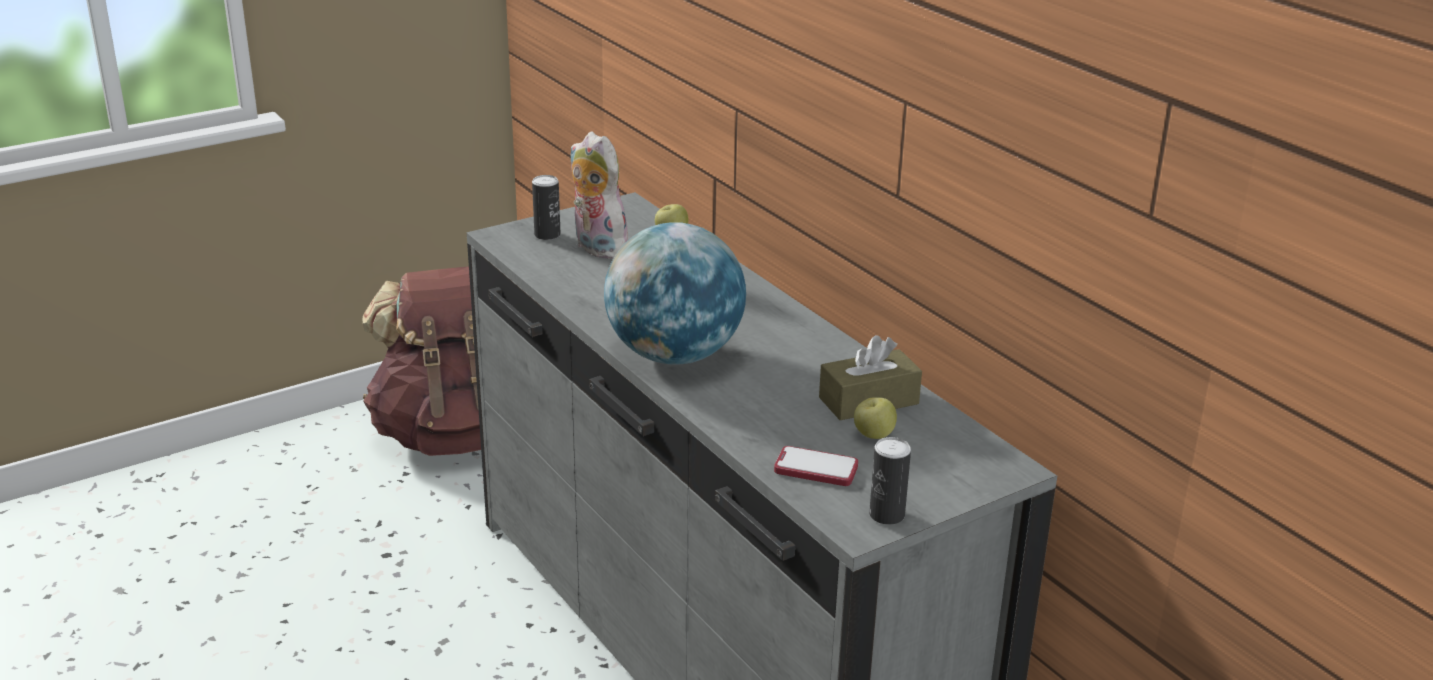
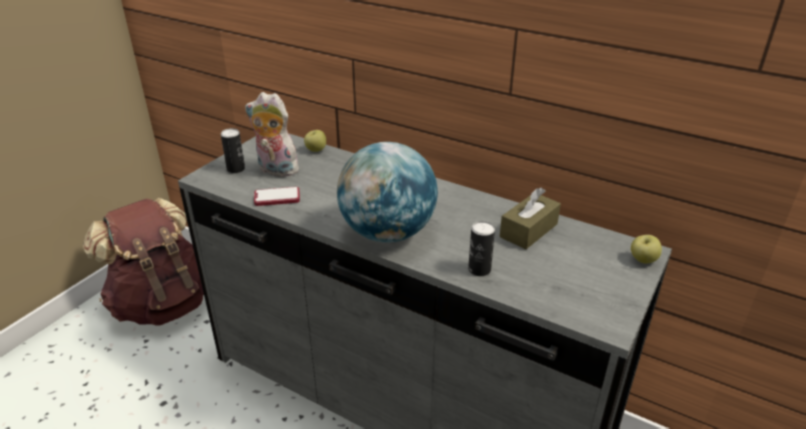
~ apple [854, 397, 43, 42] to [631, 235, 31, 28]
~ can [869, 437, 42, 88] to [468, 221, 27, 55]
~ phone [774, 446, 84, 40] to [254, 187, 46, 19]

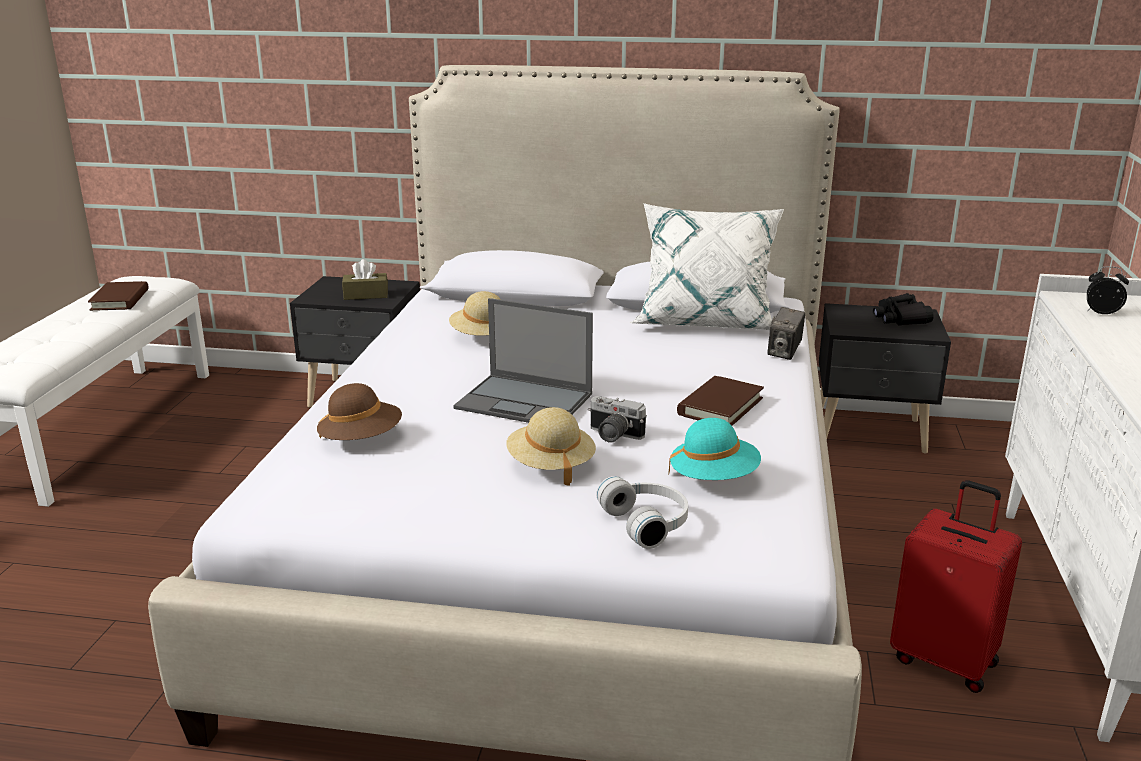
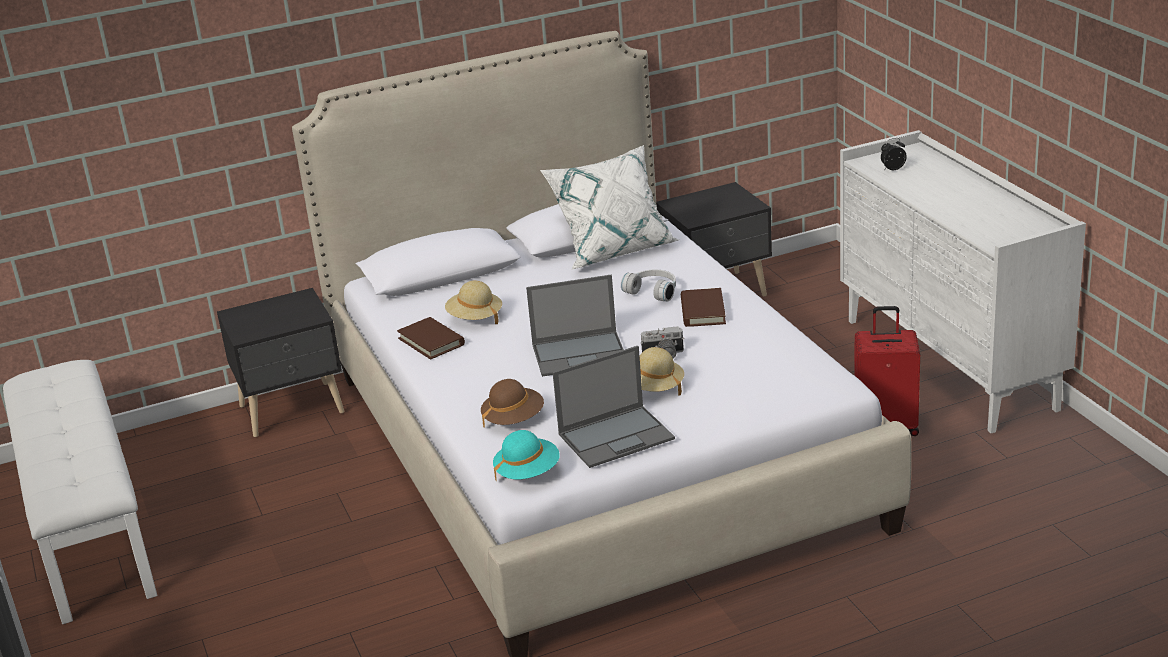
- tissue box (brown) [342, 259, 46, 41]
~ book (brown) [88, 281, 60, 30] to [397, 317, 68, 43]
- binoculars (black) [873, 293, 61, 33]
- photo camera [767, 307, 38, 53]
~ hat (turquoise) [669, 418, 92, 62] to [493, 430, 67, 51]
~ headphones (white) [596, 476, 92, 73] to [621, 270, 55, 31]
+ laptop [552, 346, 123, 122]

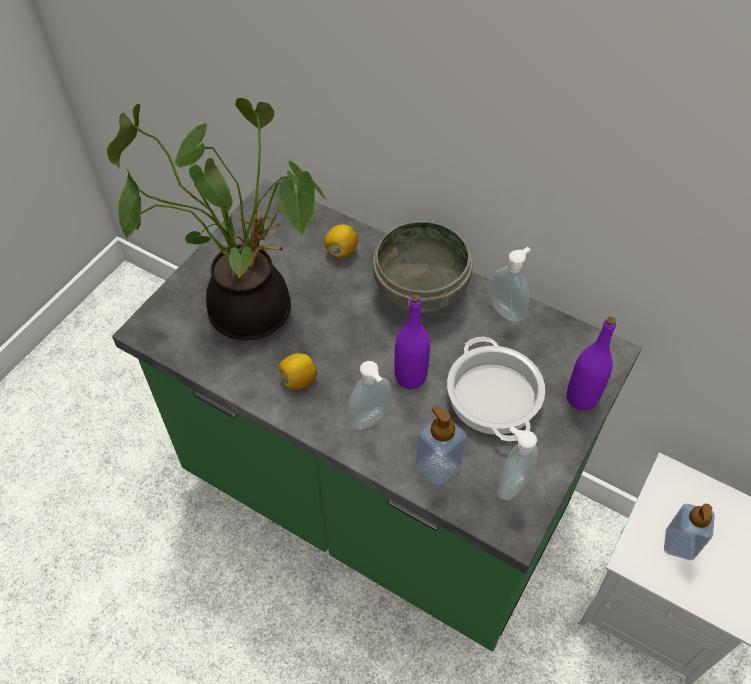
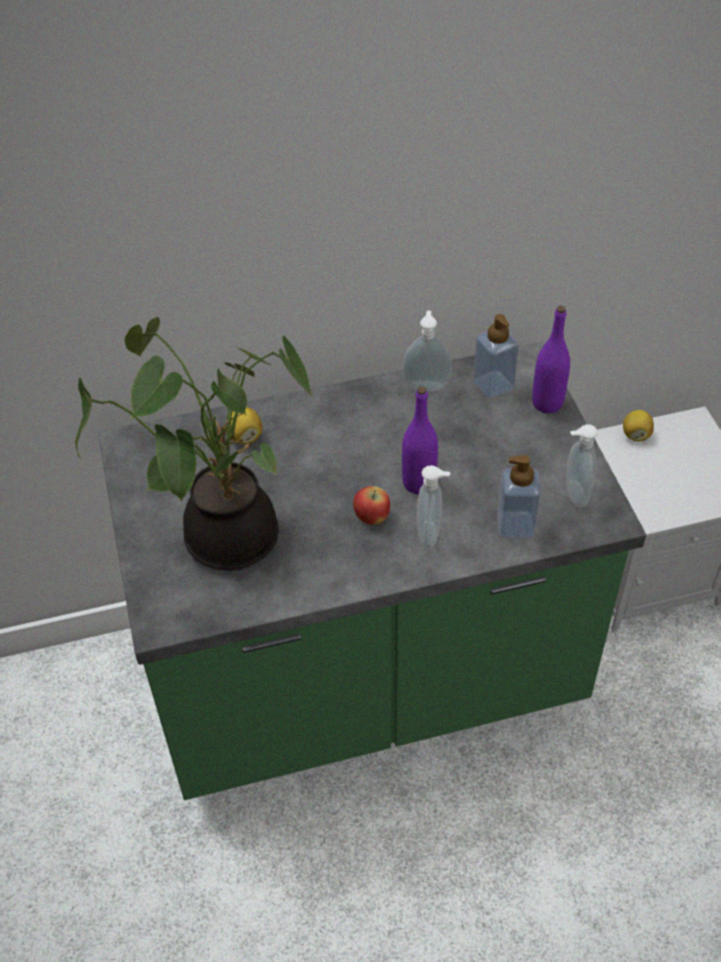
- bowl (grey) [373, 219, 100, 95]
- cooking pot [447, 336, 98, 105]
~ lemon [279, 353, 38, 36] to [623, 410, 31, 32]
~ soap dispenser [664, 504, 51, 56] to [473, 314, 46, 84]
+ apple [353, 486, 37, 39]

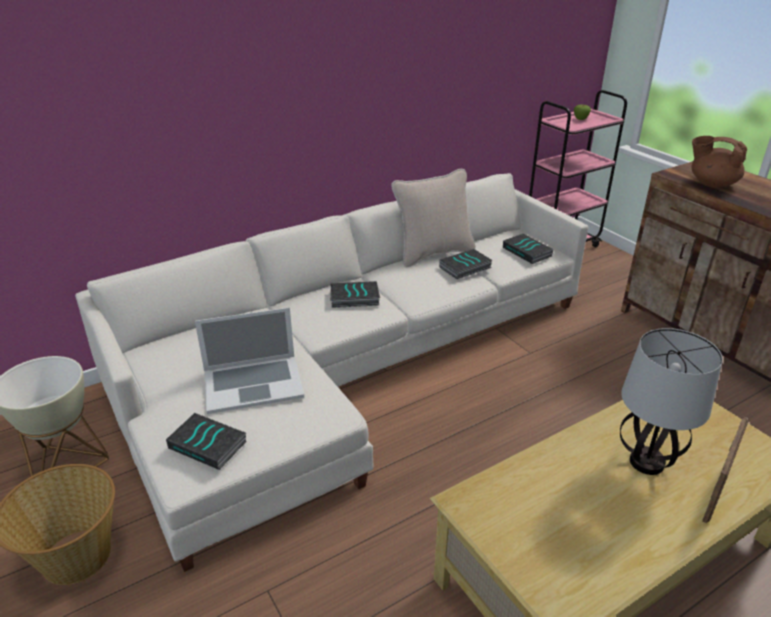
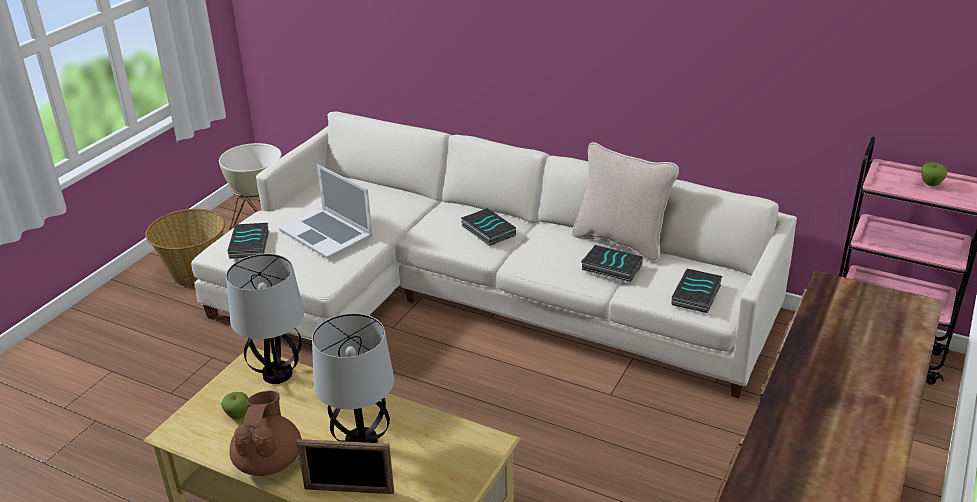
~ teapot (brown) [691, 136, 56, 52] to [229, 390, 72, 86]
+ table lamp [226, 254, 78, 130]
+ apple [221, 392, 28, 27]

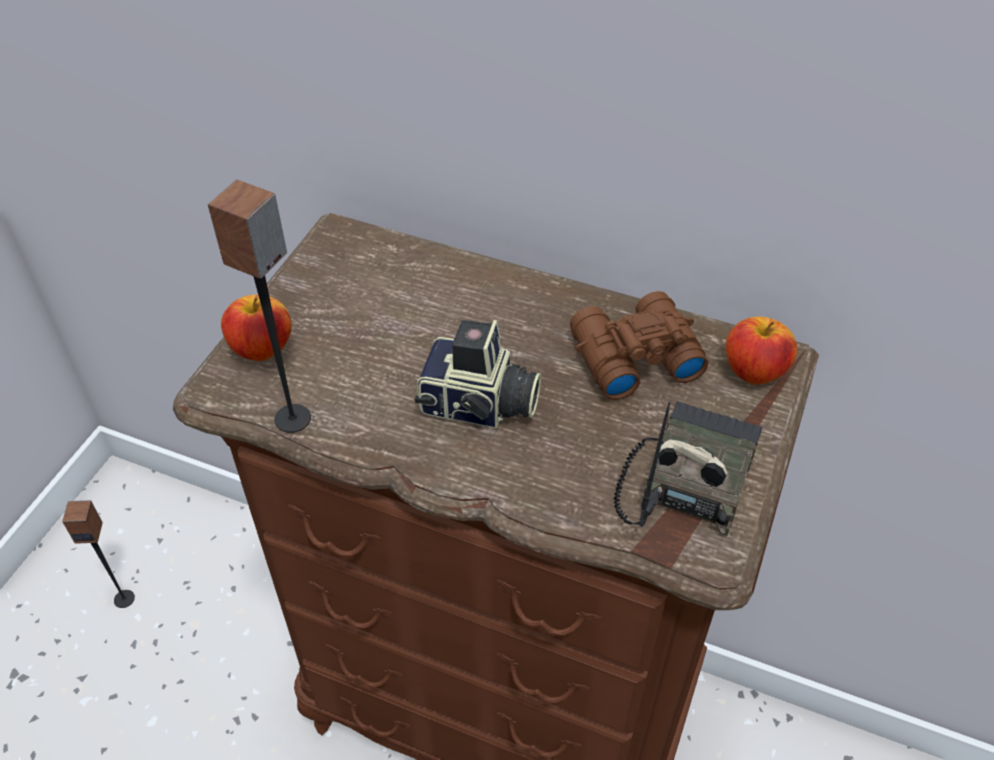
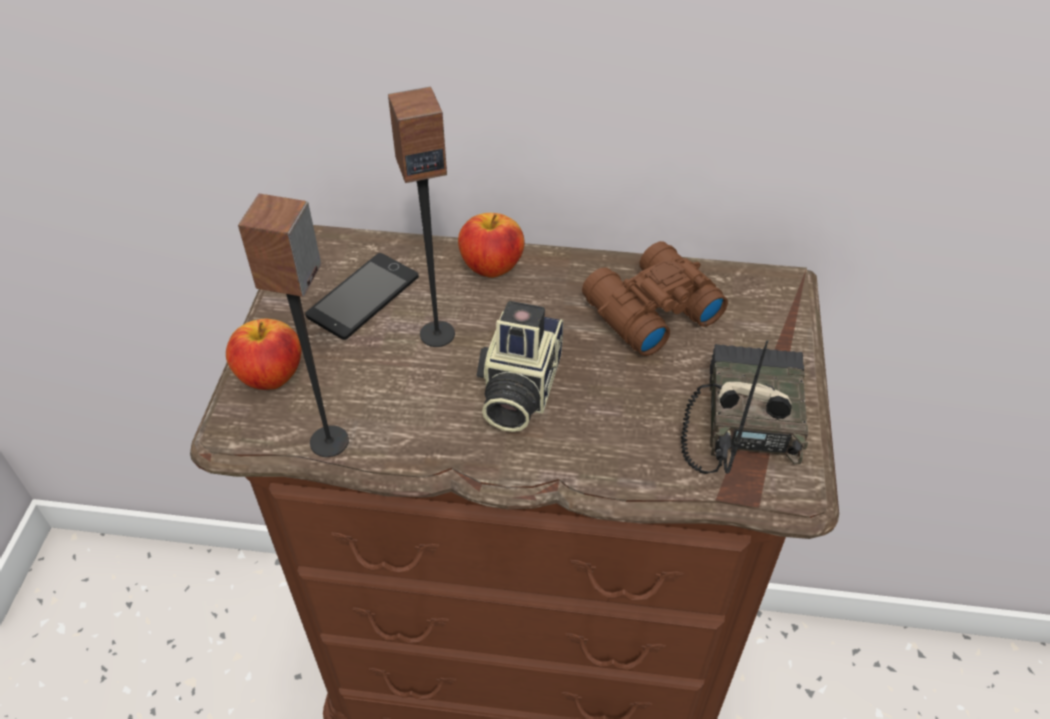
~ apple [726, 317, 71, 68] to [458, 213, 67, 65]
~ photo camera [415, 320, 126, 108] = [477, 301, 86, 131] 105 degrees clockwise
~ speaker [62, 500, 73, 108] to [388, 87, 67, 260]
+ phone [305, 253, 114, 87]

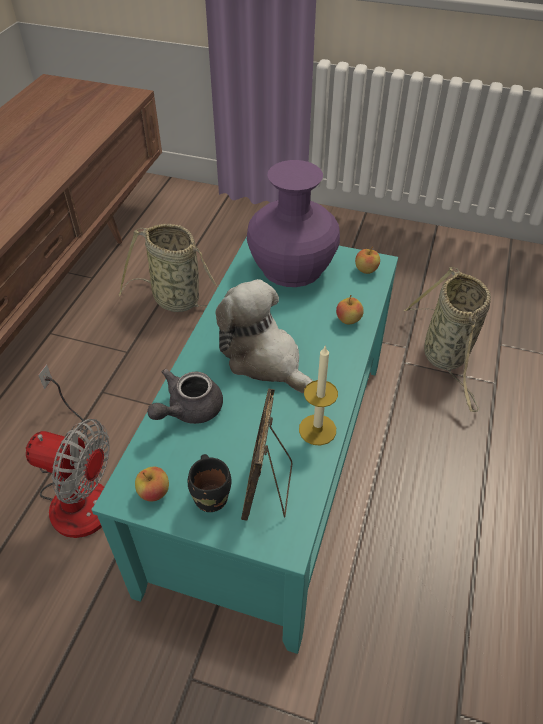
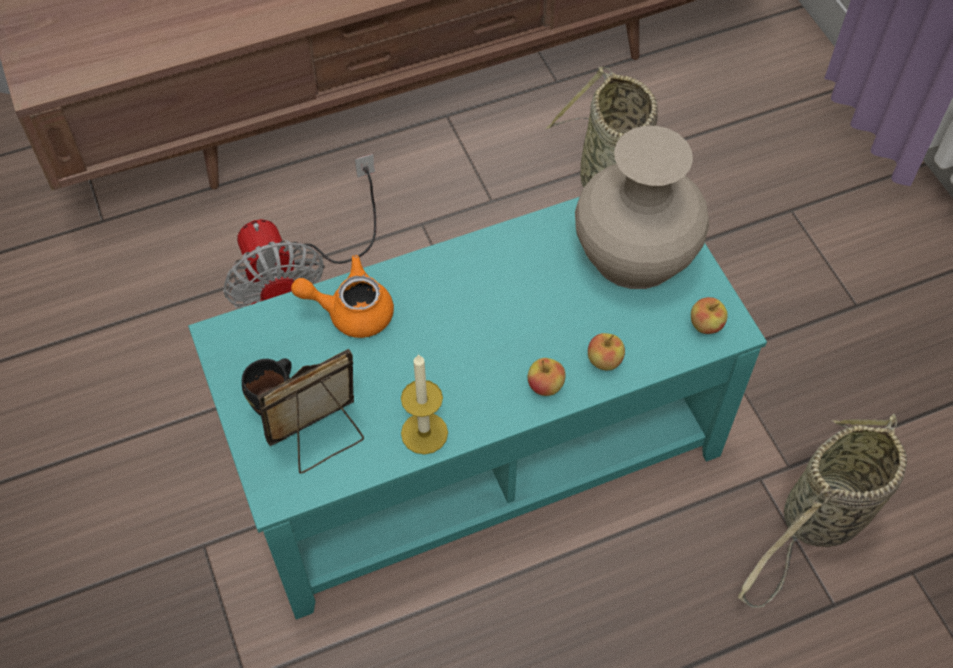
~ vase (purple) [247, 160, 93, 127] to vase (beige) [575, 126, 134, 163]
- plush toy [215, 279, 98, 114]
~ teapot (grey) [147, 369, 76, 55] to teapot (orange) [291, 255, 103, 83]
~ apple [135, 467, 34, 34] to [528, 358, 38, 38]

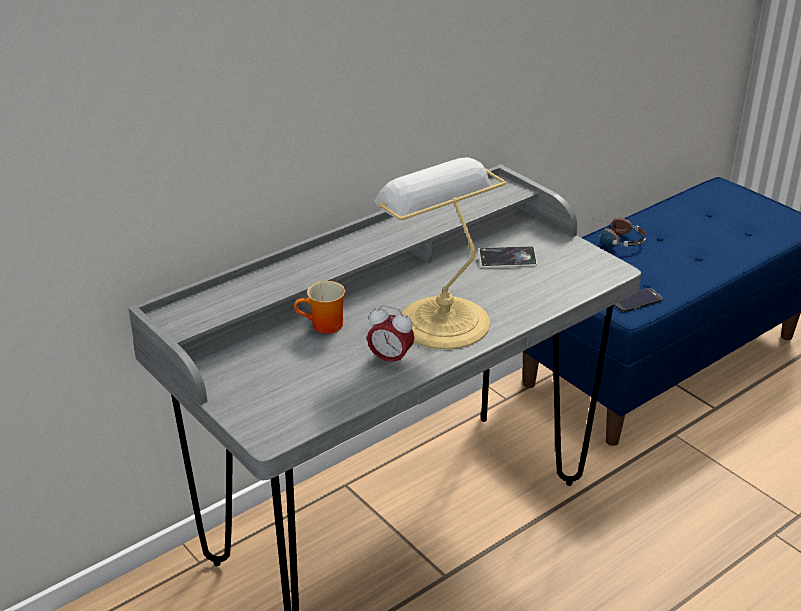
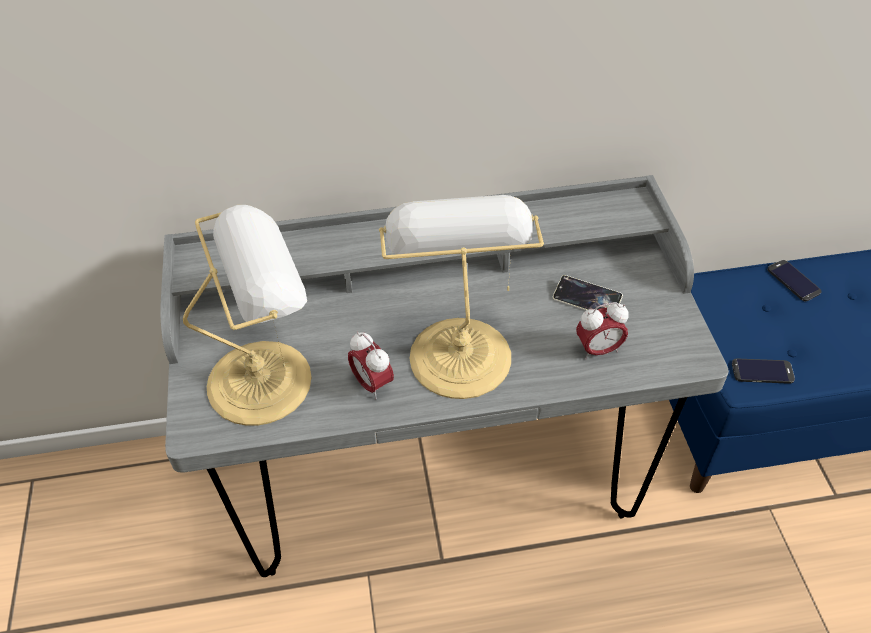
~ headphones [595, 217, 51, 30] to phone [767, 260, 55, 41]
- mug [294, 281, 51, 52]
+ table lamp [183, 205, 129, 221]
+ alarm clock [576, 302, 53, 58]

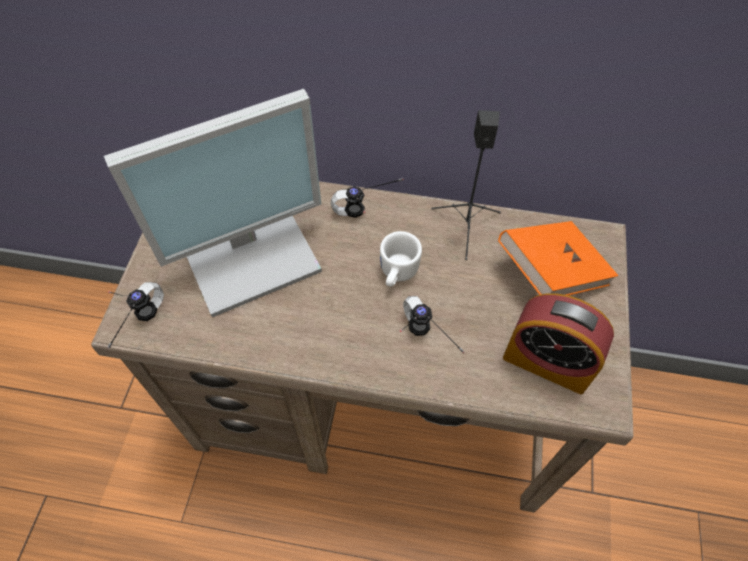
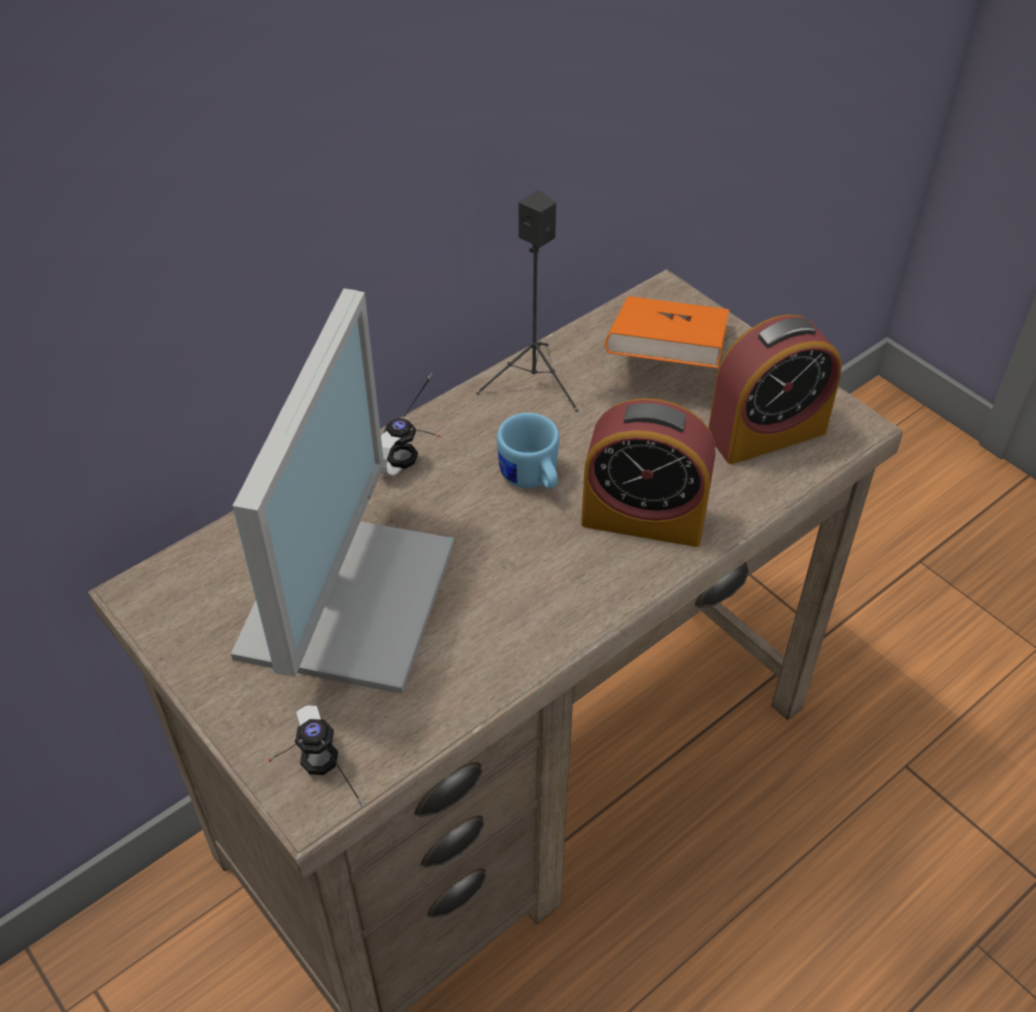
~ mug (white) [380, 231, 42, 56] to mug (blue) [497, 413, 62, 76]
~ headphones [400, 296, 64, 57] to alarm clock [581, 398, 134, 149]

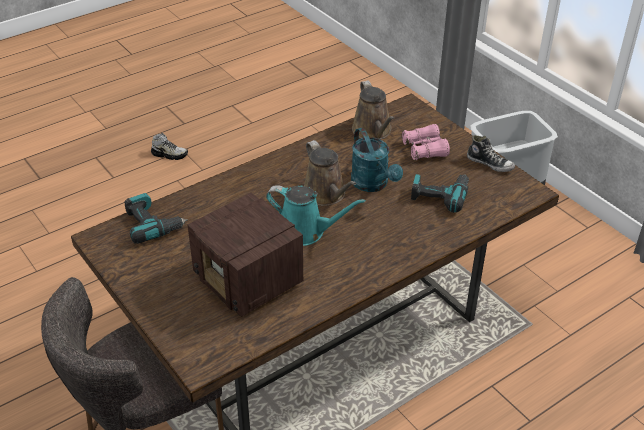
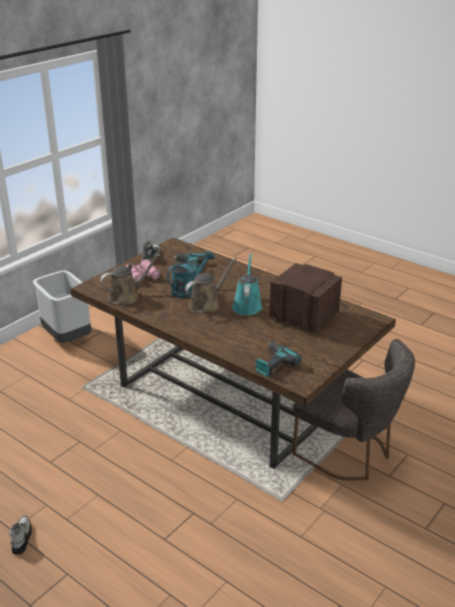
~ radio [188, 193, 115, 124] = [269, 263, 73, 70] 90 degrees counterclockwise

